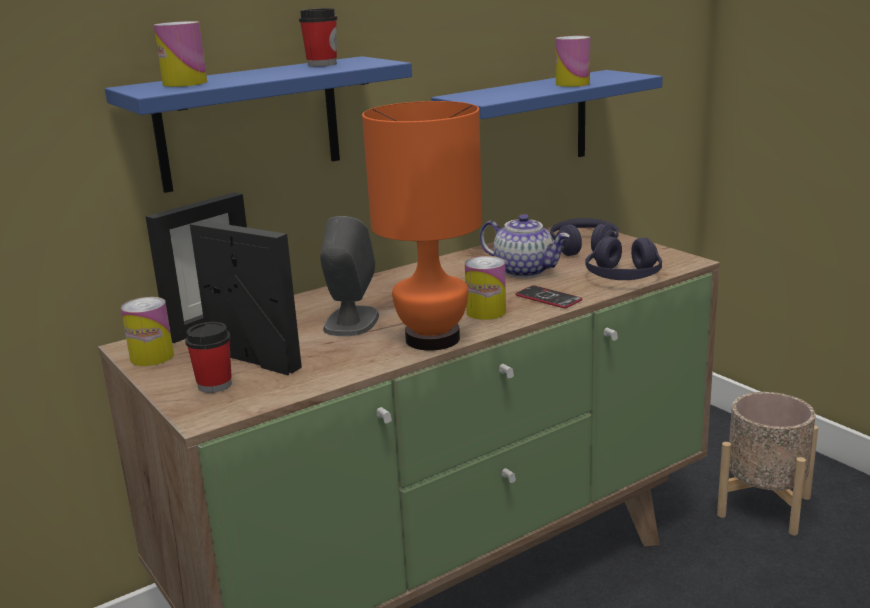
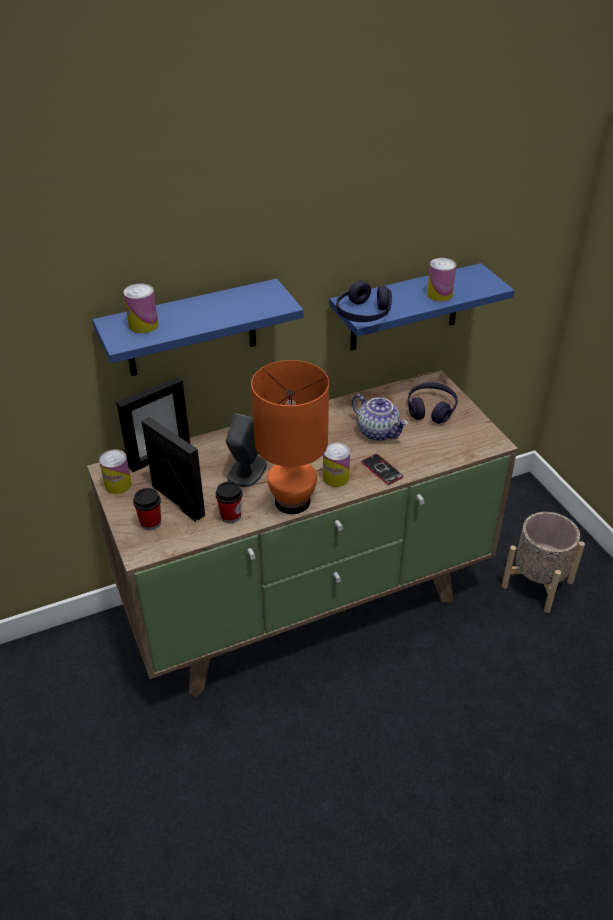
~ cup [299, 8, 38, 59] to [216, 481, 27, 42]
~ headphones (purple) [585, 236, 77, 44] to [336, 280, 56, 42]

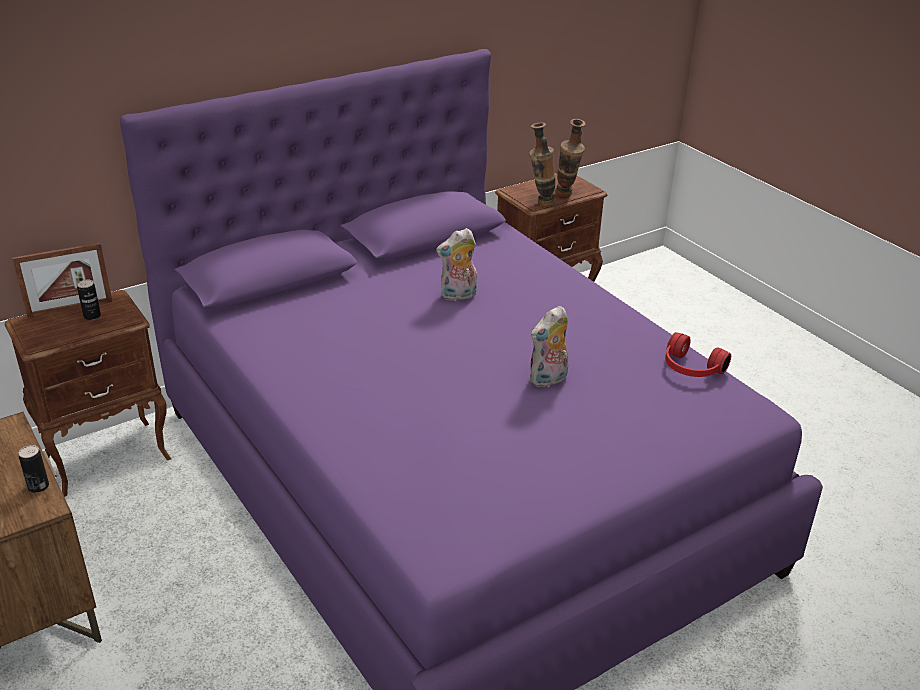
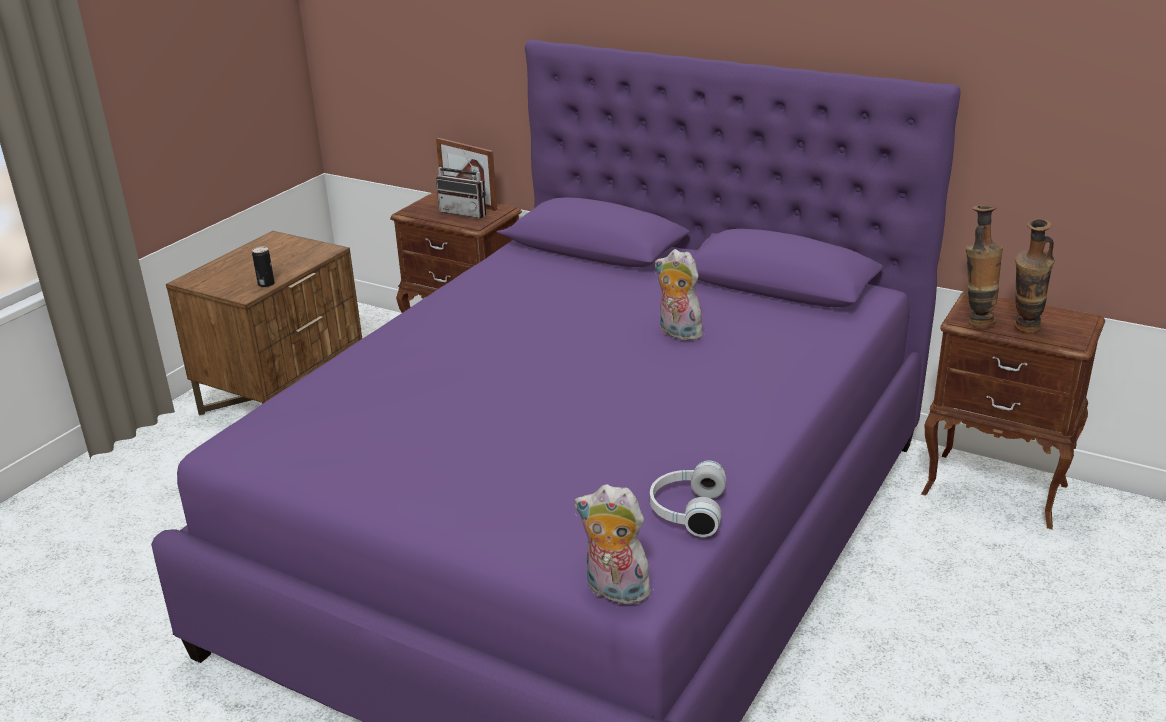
~ can [77, 279, 24, 41] to radio [436, 151, 50, 67]
~ plush toy [530, 306, 38, 81] to [575, 484, 83, 124]
~ headphones (red) [665, 332, 66, 45] to headphones (white) [650, 461, 76, 76]

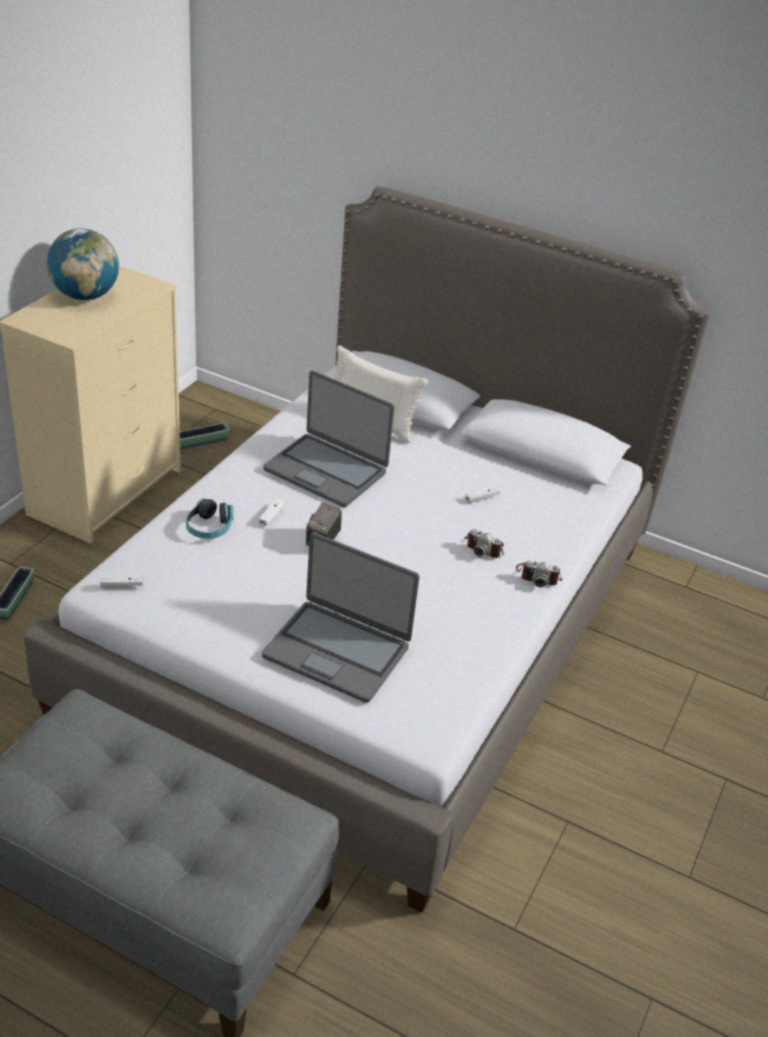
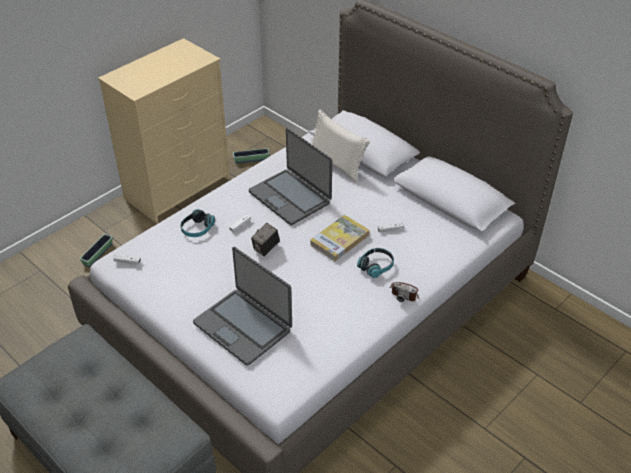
- globe [47, 228, 72, 72]
~ photo camera [464, 529, 40, 29] to headphones [357, 248, 37, 30]
+ book [310, 215, 60, 46]

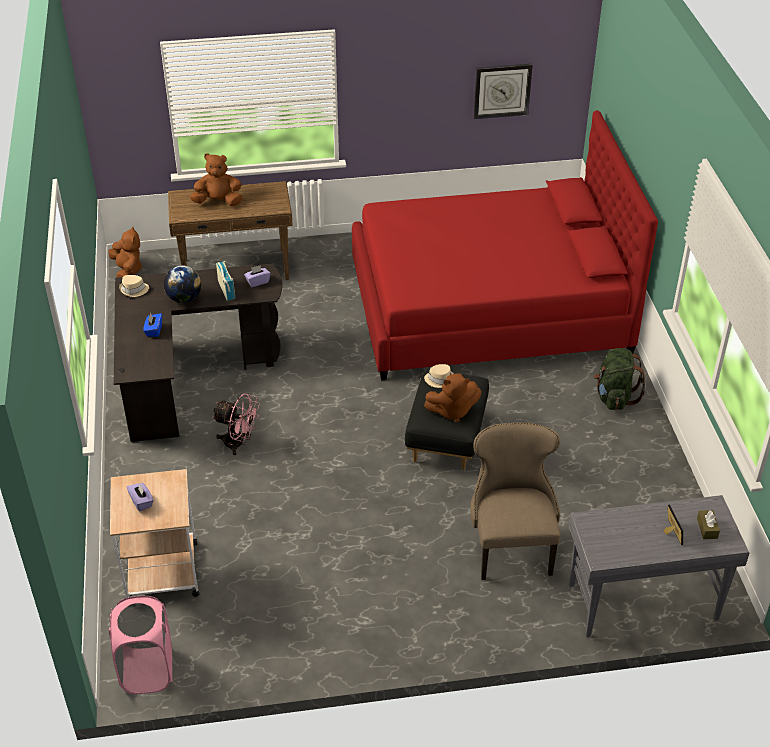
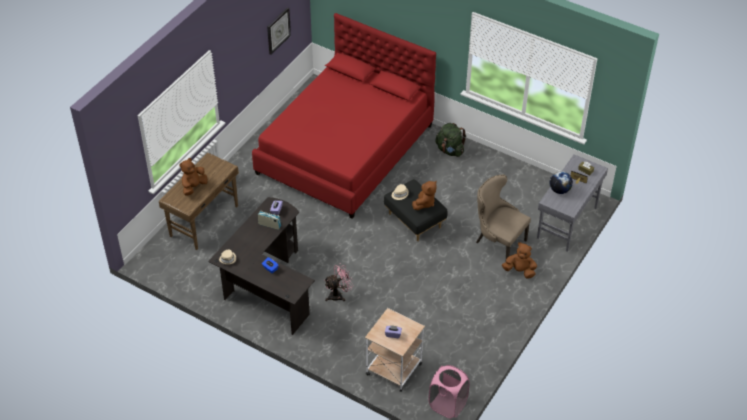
~ plush toy (brown) [108, 226, 34, 52] to [502, 242, 35, 37]
~ globe [164, 265, 38, 38] to [550, 171, 23, 23]

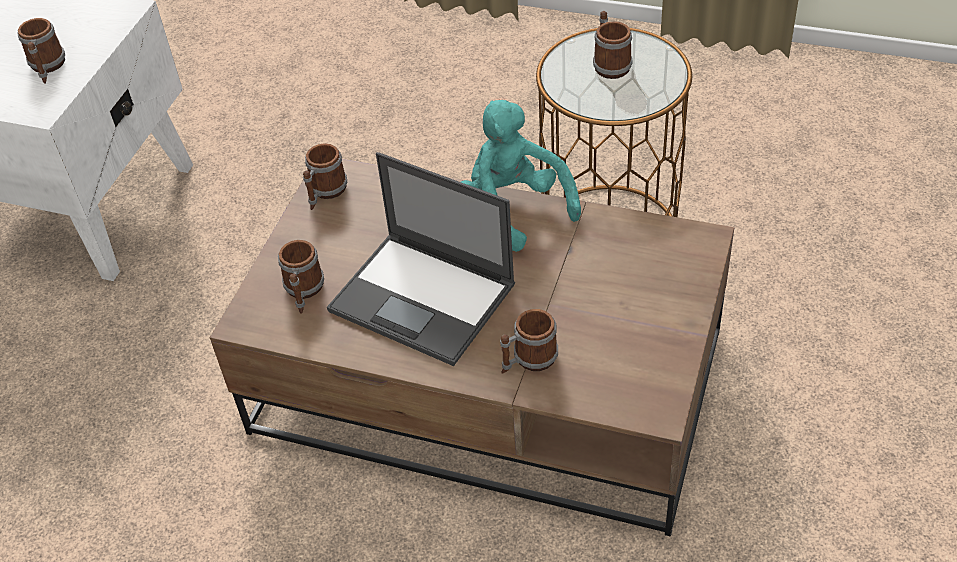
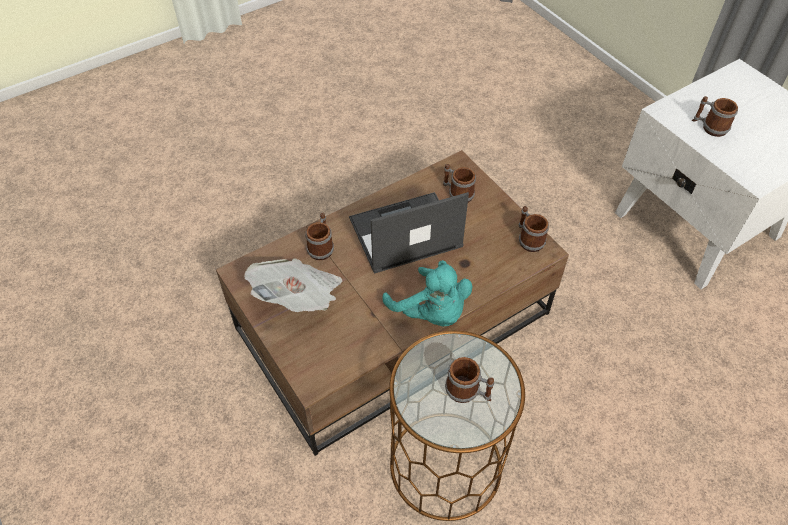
~ plush toy (turquoise) [461, 100, 120, 152] = [382, 260, 90, 67] 45 degrees clockwise
+ newspaper [244, 258, 98, 54]

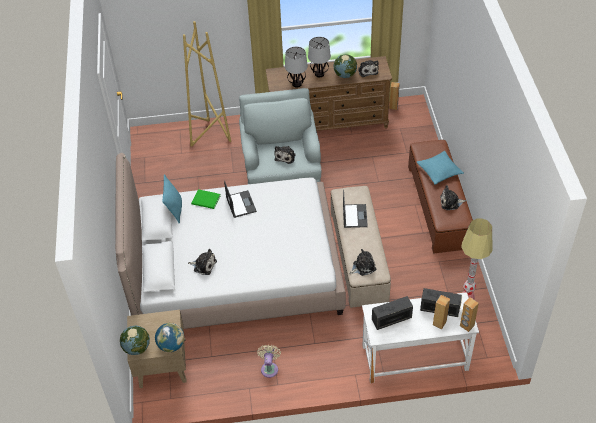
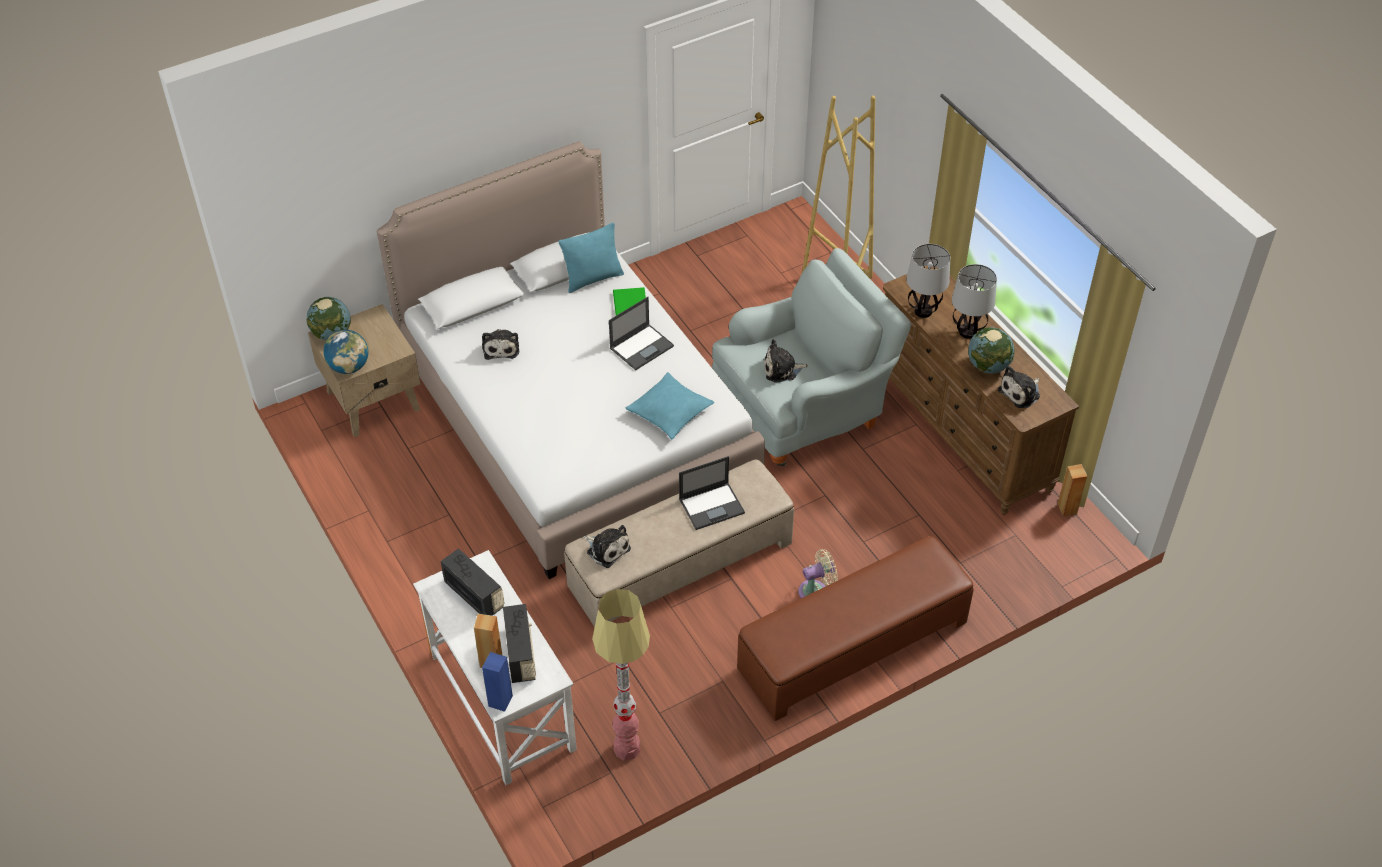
~ pillow (turquoise) [417, 151, 47, 33] to [626, 372, 88, 67]
- plush toy [440, 185, 26, 25]
~ speaker (brown) [460, 297, 19, 35] to speaker (blue) [482, 652, 31, 60]
~ fan (beige) [257, 344, 24, 34] to [798, 549, 40, 49]

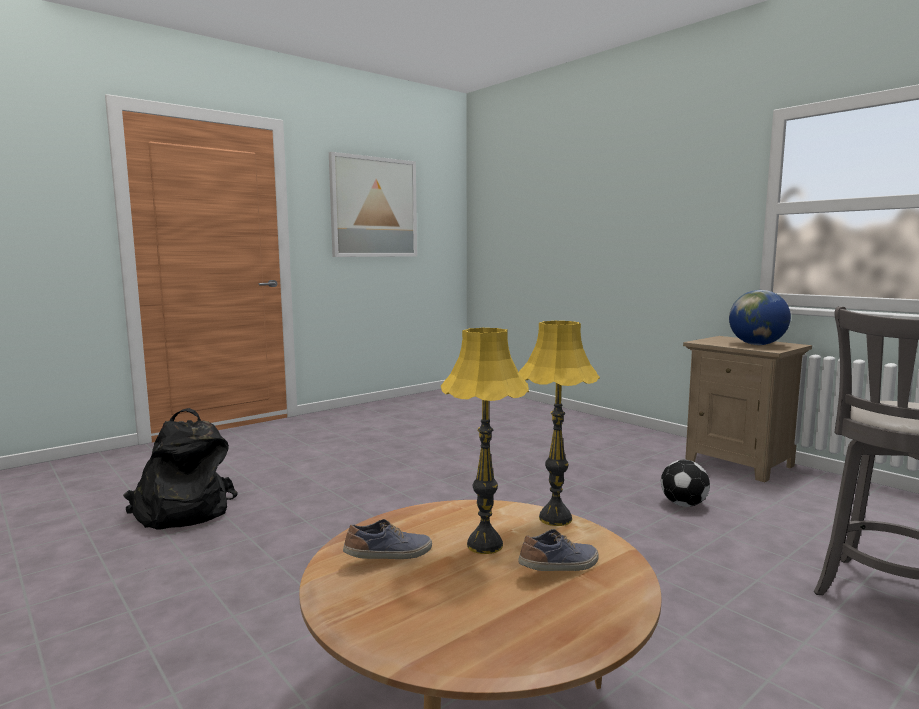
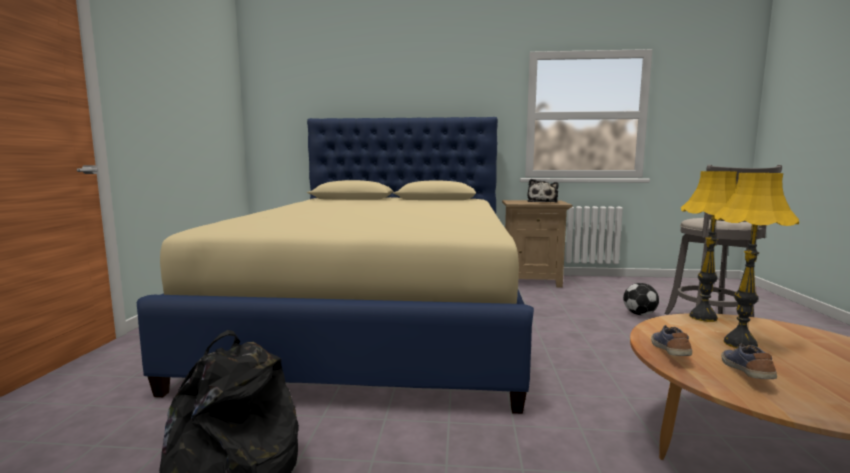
- picture [329, 152, 88, 105]
~ globe [729, 290, 62, 55] to plush toy [527, 179, 32, 24]
~ football [661, 460, 49, 47] to [623, 283, 36, 32]
~ shoe [518, 529, 81, 42] to [651, 325, 41, 31]
+ bed (beige) [137, 117, 397, 297]

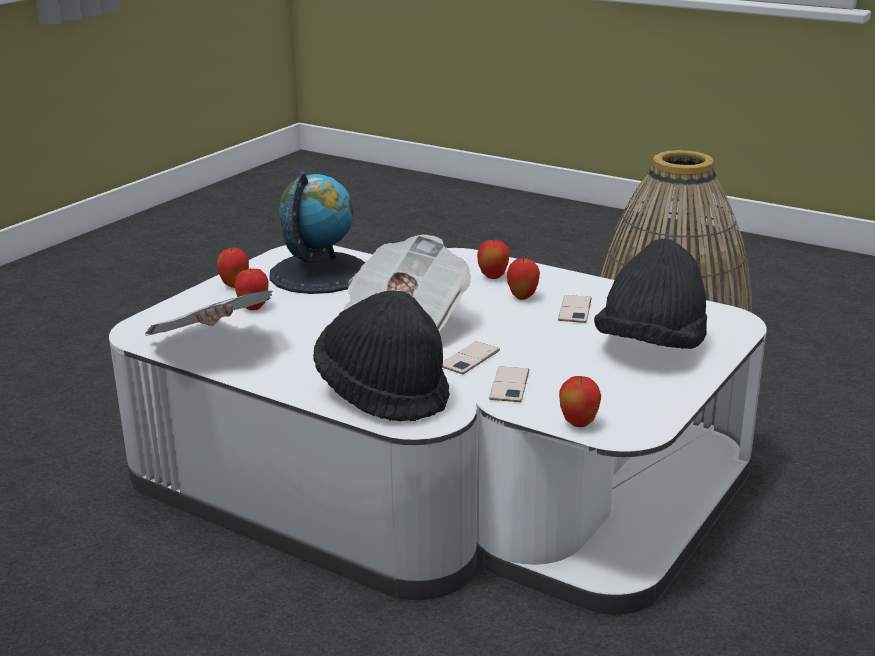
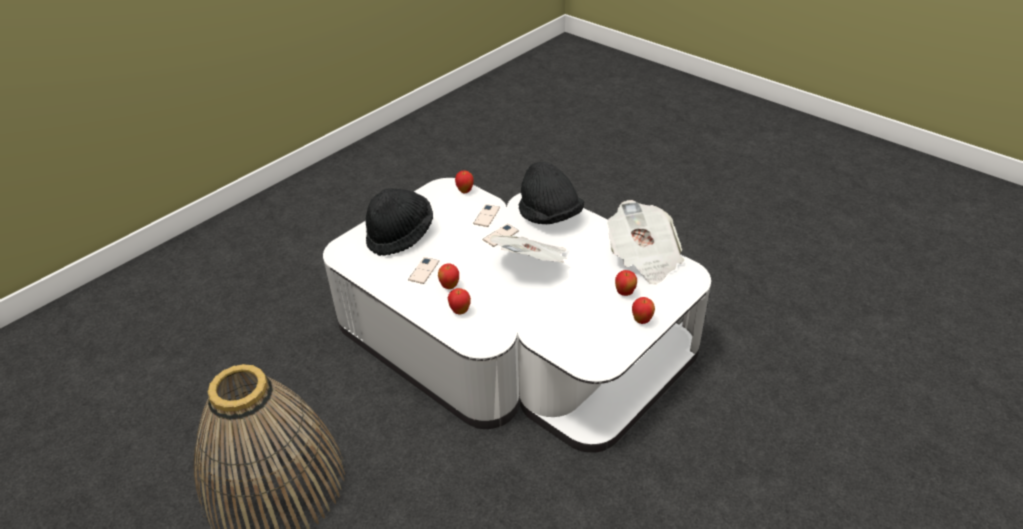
- globe [269, 171, 96, 123]

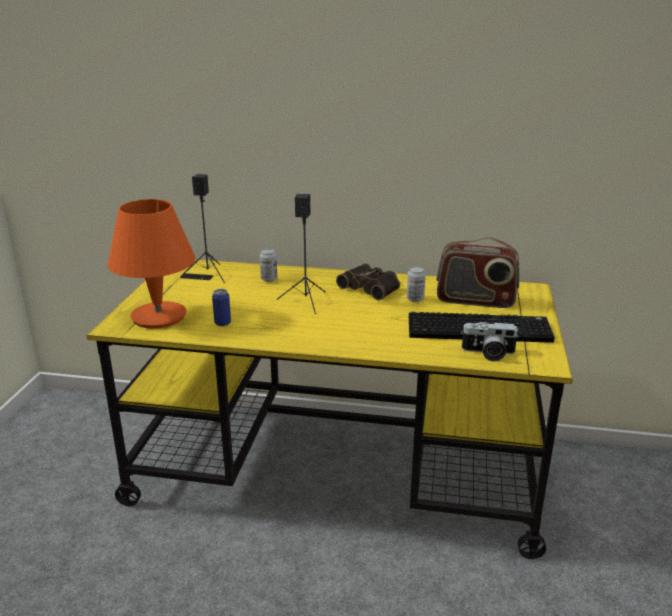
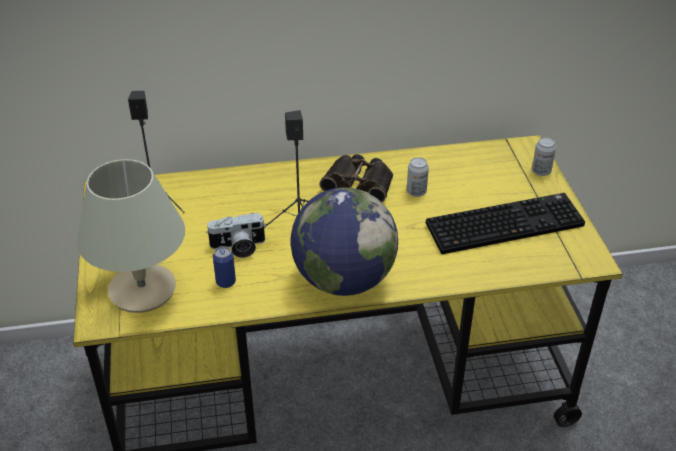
~ table lamp (orange) [108, 199, 88, 129] to table lamp (beige) [77, 159, 108, 154]
- radio [436, 237, 83, 71]
~ can [260, 249, 17, 33] to [532, 137, 24, 39]
~ photo camera [461, 322, 58, 40] to [206, 213, 59, 45]
+ globe [290, 187, 108, 109]

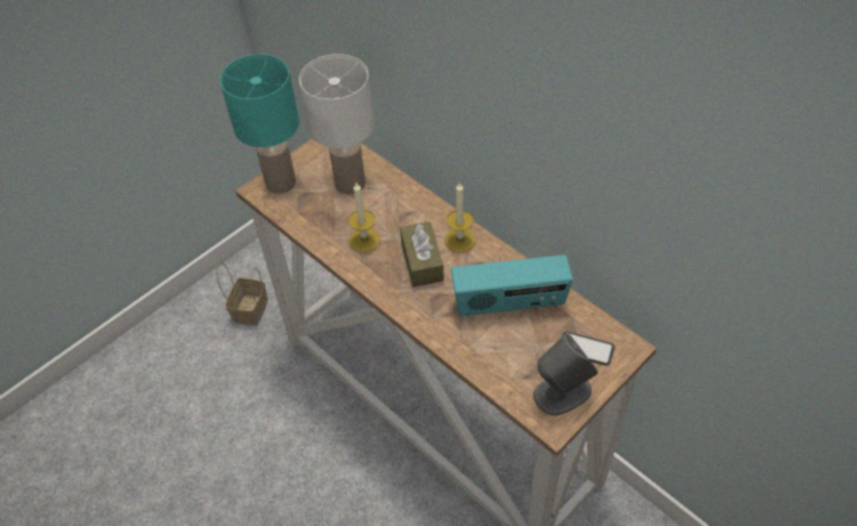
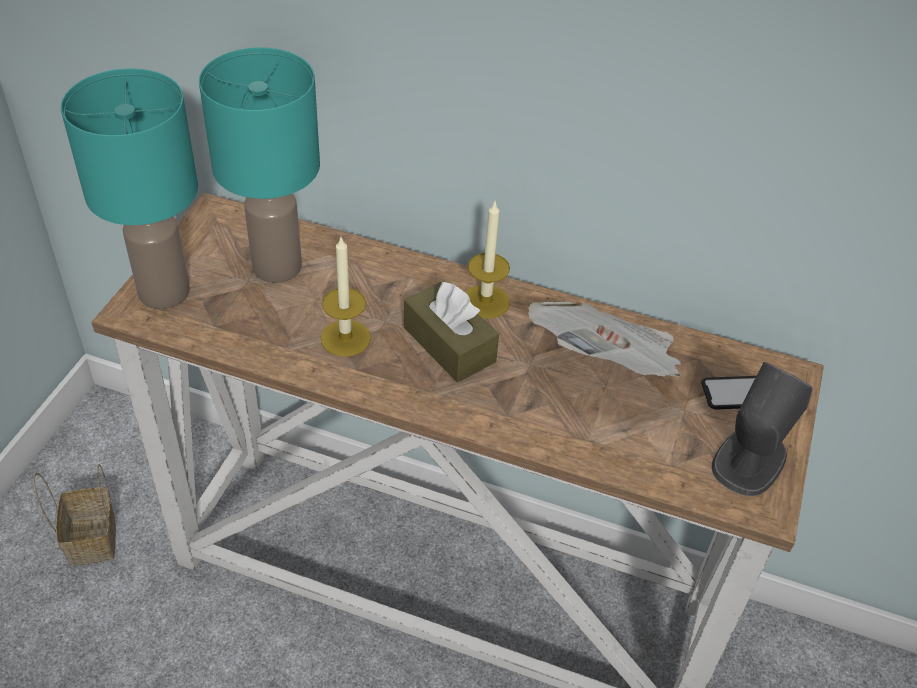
~ table lamp (white) [299, 54, 75, 141] to table lamp (turquoise) [199, 47, 121, 236]
~ radio [451, 255, 122, 61] to newspaper [529, 302, 152, 75]

